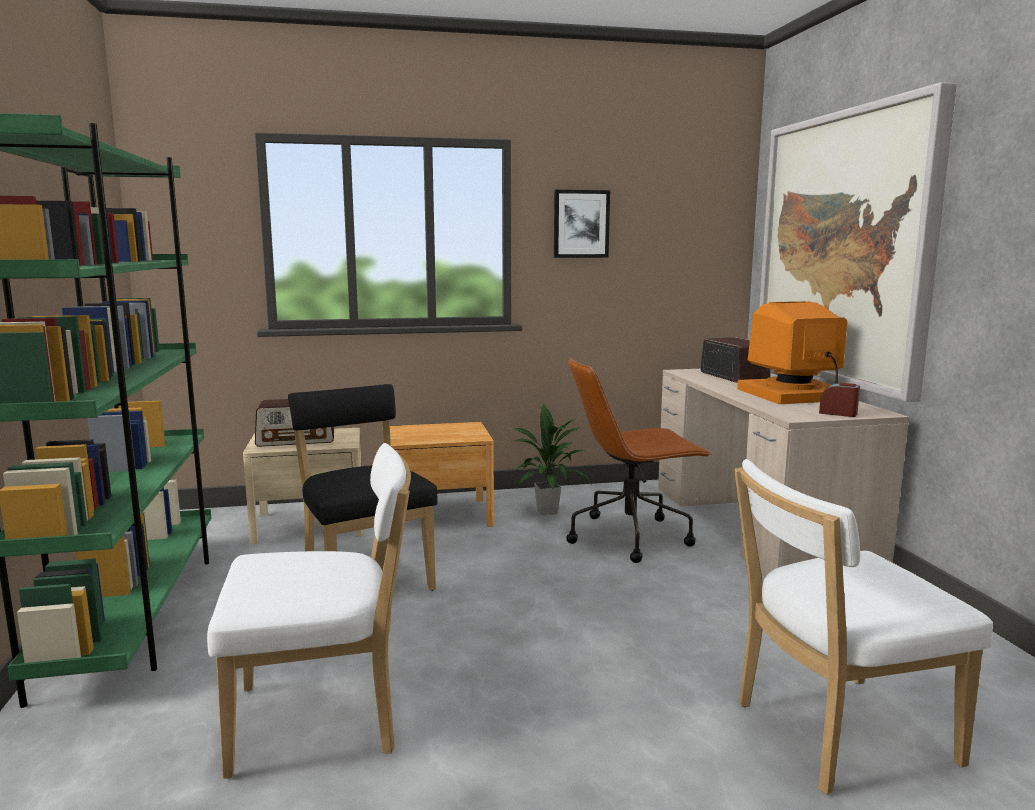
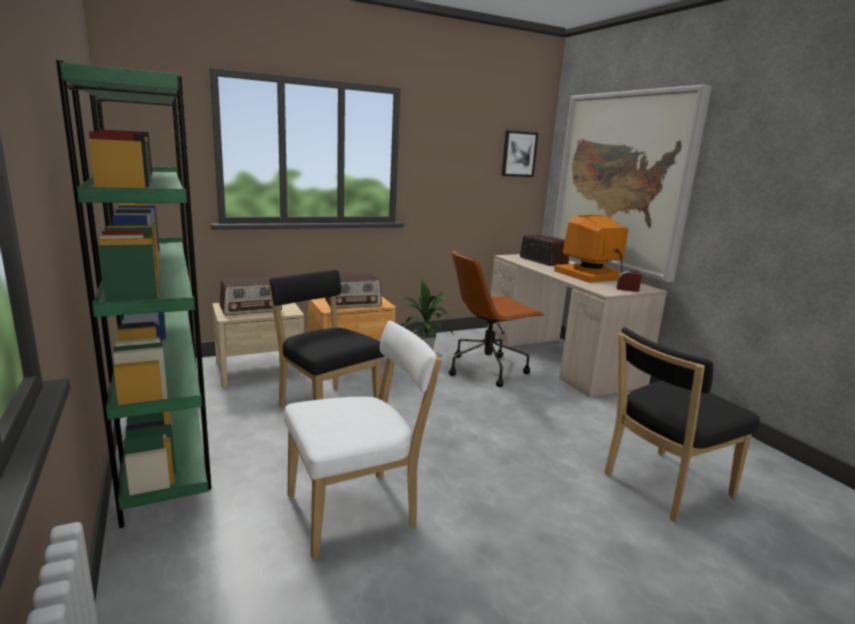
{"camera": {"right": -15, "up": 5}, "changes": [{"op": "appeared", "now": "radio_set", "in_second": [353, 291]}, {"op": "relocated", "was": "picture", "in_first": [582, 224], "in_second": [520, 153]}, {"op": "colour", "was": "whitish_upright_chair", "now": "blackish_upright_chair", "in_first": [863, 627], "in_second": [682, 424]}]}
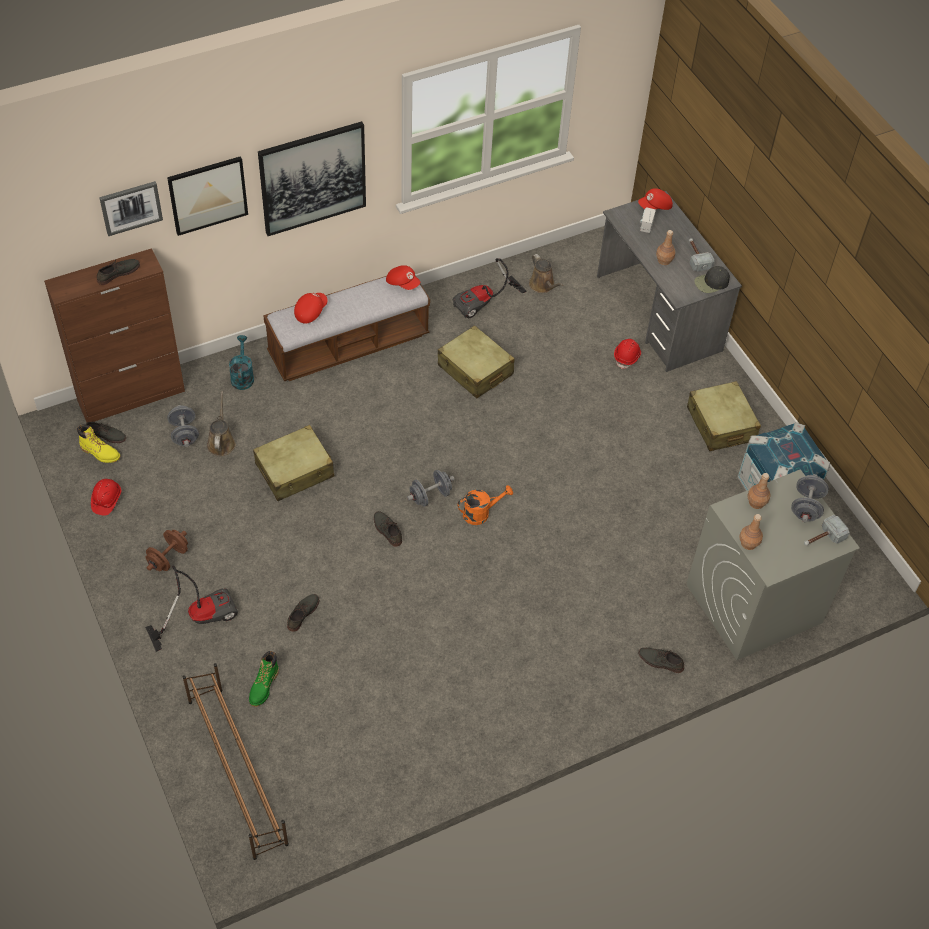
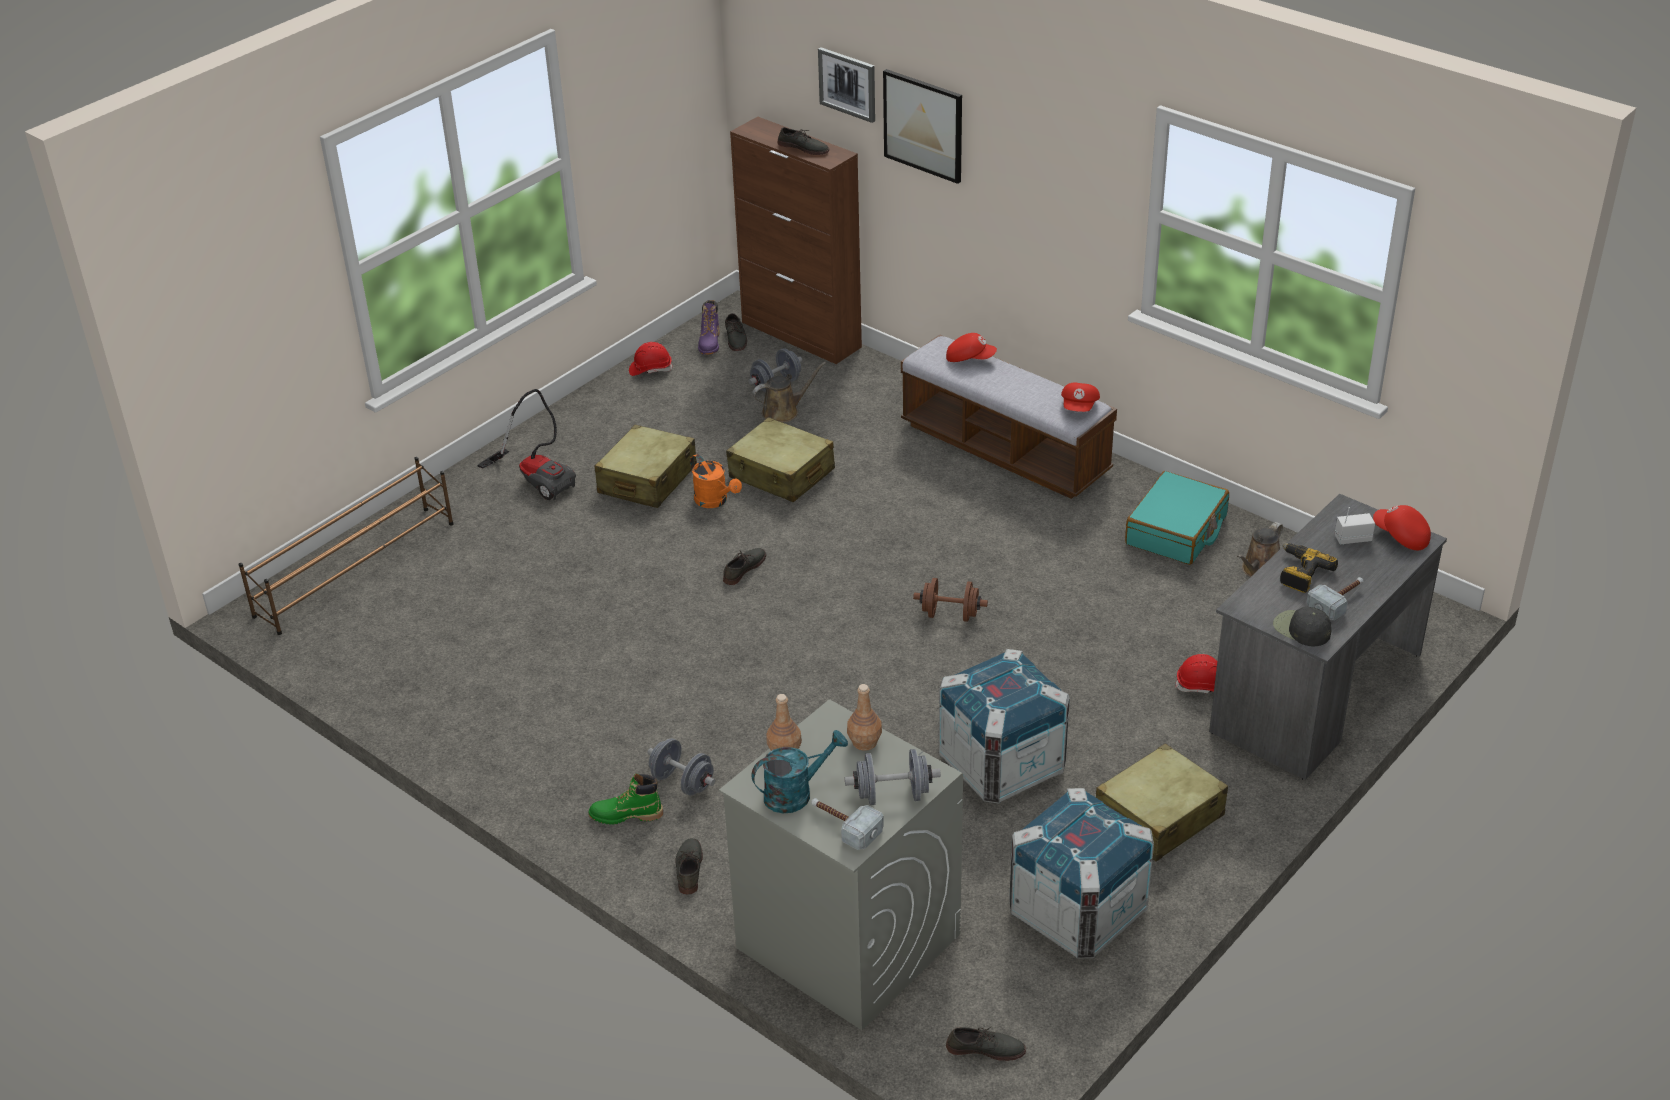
{"camera": {"right": 70, "up": -15}, "changes": [{"op": "relocated", "was": "green-coloured_tall_boot", "in_first": [264, 678], "in_second": [625, 799]}, {"op": "relocated", "was": "beige_travel_case", "in_first": [476, 361], "in_second": [646, 466]}, {"op": "relocated", "was": "greyish_hand_weight", "in_first": [431, 488], "in_second": [681, 766]}, {"op": "relocated", "was": "orangey_watering_can", "in_first": [485, 505], "in_second": [716, 481]}, {"op": "colour", "was": "yellow_tall_boot", "now": "purplish_tall_boot", "in_first": [99, 444], "in_second": [708, 327]}, {"op": "relocated", "was": "turquoise_watering_can", "in_first": [241, 362], "in_second": [800, 771]}, {"op": "relocated", "was": "brownish_hand_weight", "in_first": [167, 550], "in_second": [950, 600]}, {"op": "appeared", "now": "packing_crate", "in_second": [1004, 726]}, {"op": "relocated", "was": "greyish_shoe", "in_first": [303, 613], "in_second": [986, 1043]}, {"op": "exchanged", "was": "hoover", "now": "turquoise_travel_case", "in_first": [490, 288], "in_second": [1177, 518]}, {"op": "exchanged", "was": "brownish_bottle", "now": "drill", "in_first": [666, 247], "in_second": [1309, 568]}, {"op": "missing", "was": "picture", "in_first": [312, 178]}]}
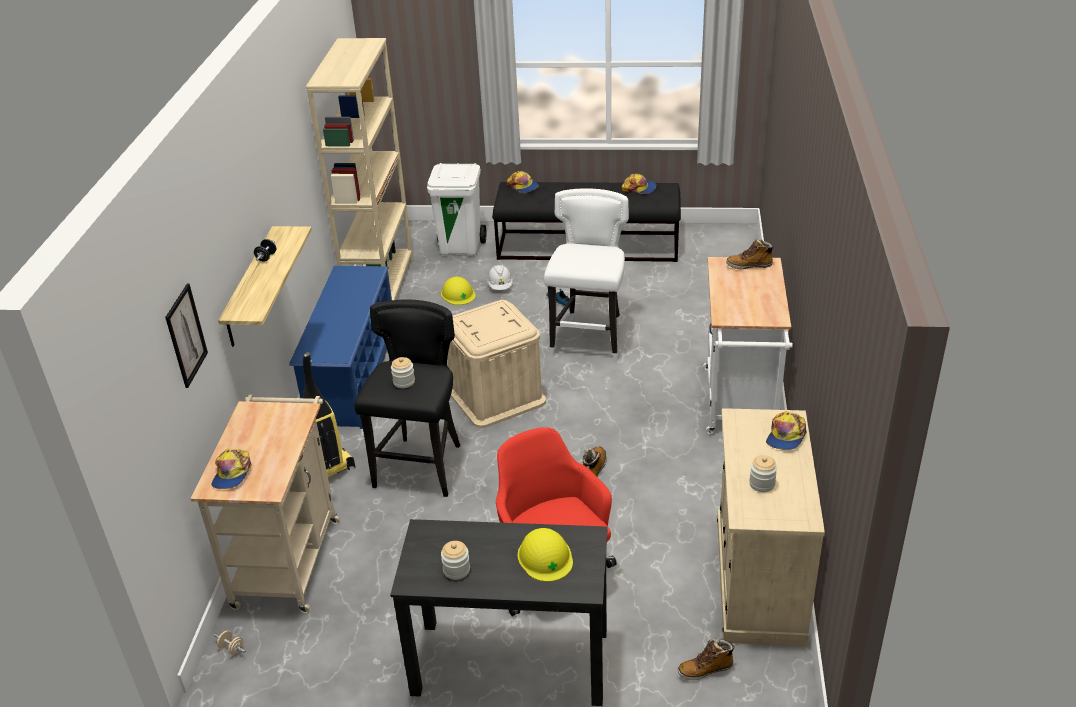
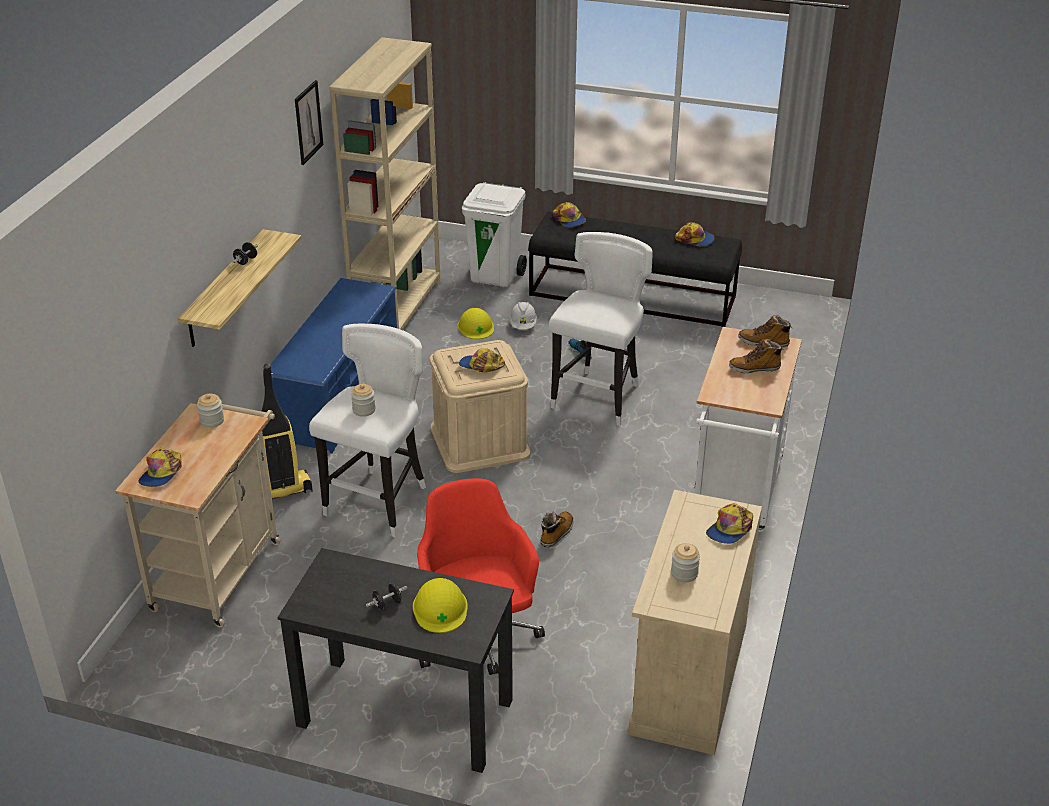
{"camera": {"right": 10, "up": 0}, "changes": [{"op": "relocated", "was": "jar", "in_first": [455, 560], "in_second": [210, 411]}, {"op": "relocated", "was": "picture", "in_first": [186, 335], "in_second": [309, 122]}, {"op": "colour", "was": "blackish_stool", "now": "whitish_stool", "in_first": [407, 398], "in_second": [367, 431]}, {"op": "appeared", "now": "blackish_hand_weight", "in_second": [386, 597]}, {"op": "appeared", "now": "baseball_cap", "in_second": [482, 360]}, {"op": "relocated", "was": "tall_boot", "in_first": [706, 659], "in_second": [756, 356]}, {"op": "missing", "was": "beige_hand_weight", "in_first": [229, 643]}]}
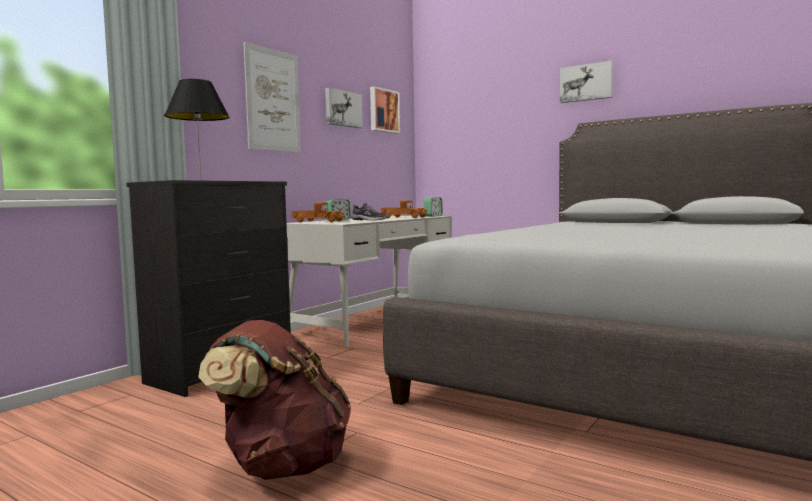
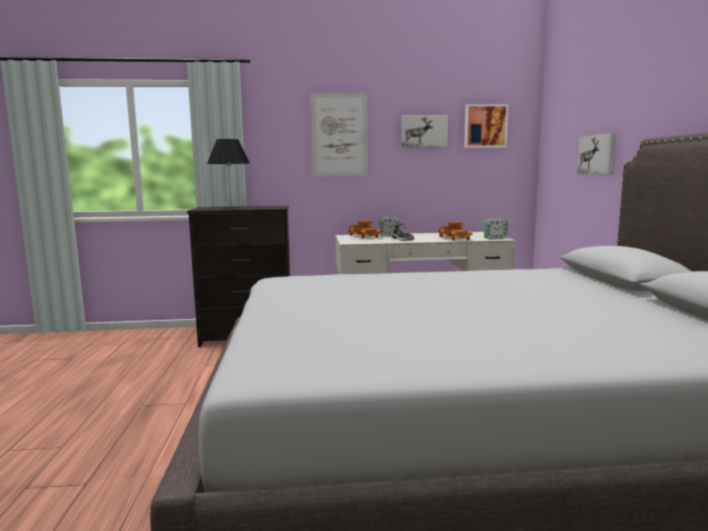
{"camera": {"right": 50, "up": 5}, "changes": [{"op": "relocated", "was": "picture", "in_first": [586, 81], "in_second": [597, 153]}, {"op": "missing", "was": "brownish_backpack", "in_first": [274, 400]}]}
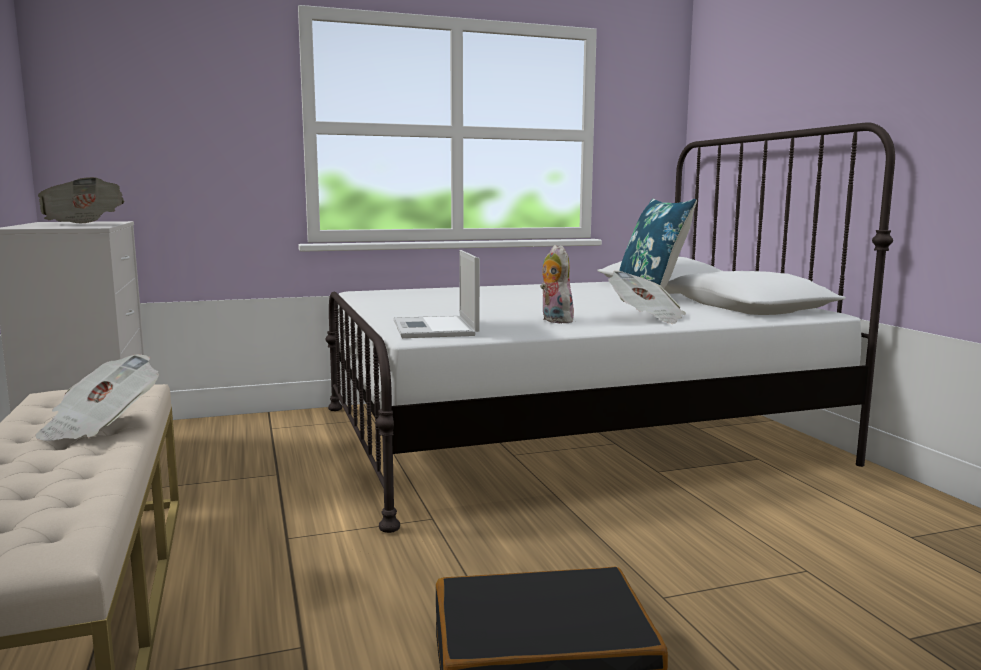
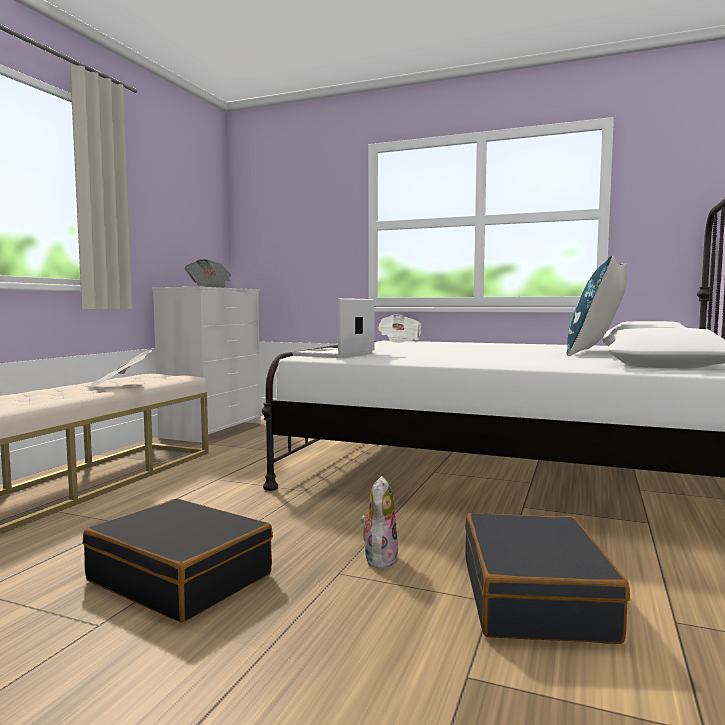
{"camera": {"right": 40, "up": -5}, "changes": [{"op": "relocated", "was": "plush_toy", "in_first": [557, 284], "in_second": [379, 522]}, {"op": "relocated", "was": "printed_paper", "in_first": [647, 297], "in_second": [399, 328]}, {"op": "appeared", "now": "blackish_travel_case", "in_second": [547, 578]}]}
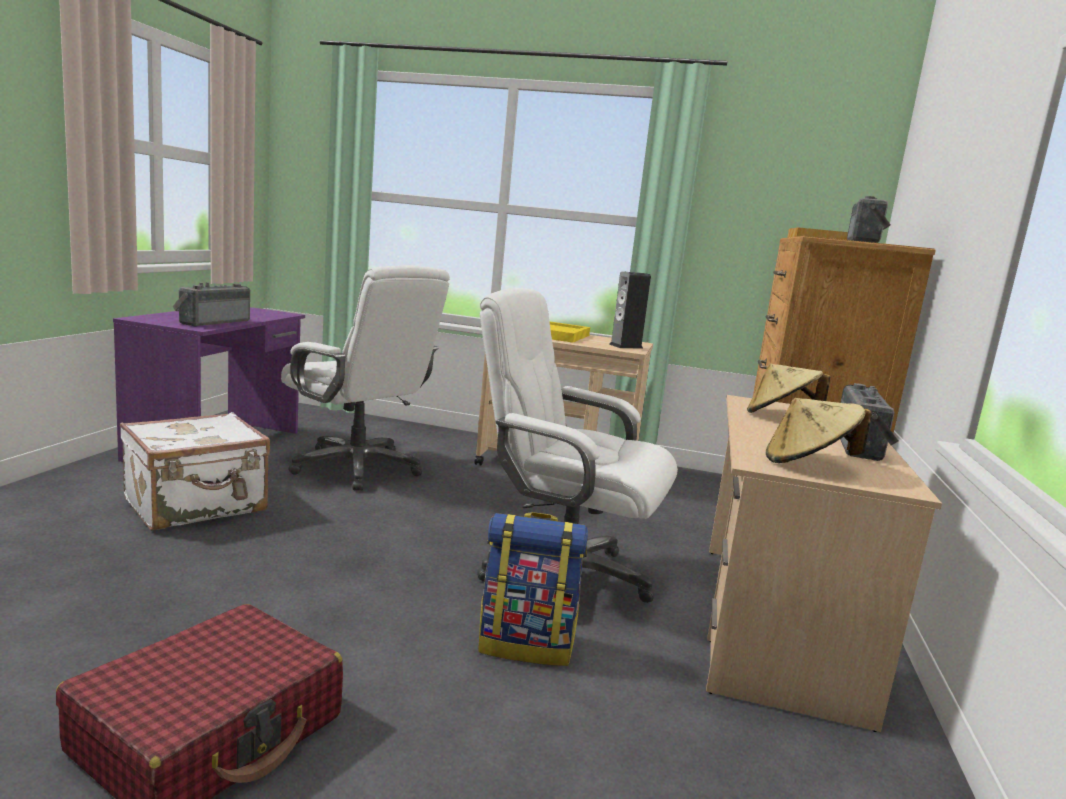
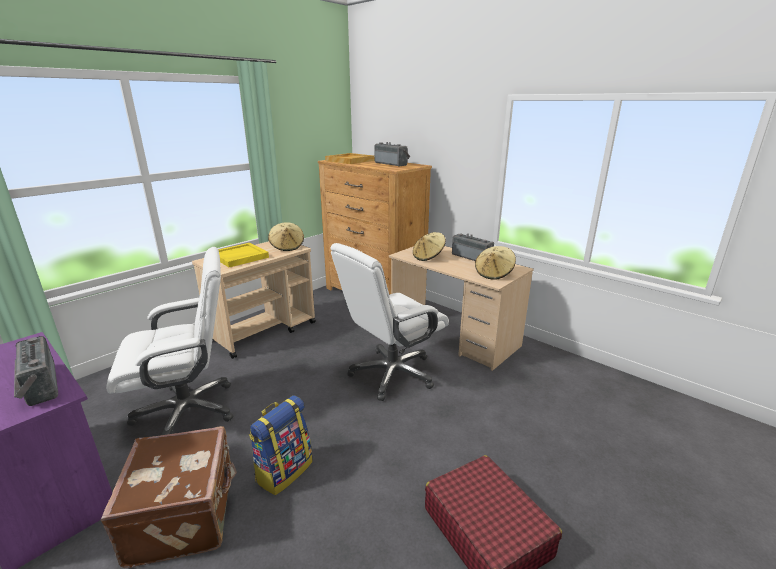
{"camera": {"right": -60, "up": 10}, "changes": [{"op": "colour", "was": "whitish_travel_case", "now": "brownish_travel_case", "in_first": [195, 471], "in_second": [169, 497]}, {"op": "relocated", "was": "backpack", "in_first": [533, 589], "in_second": [281, 445]}, {"op": "exchanged", "was": "speaker", "now": "beige_clothing_hat", "in_first": [630, 310], "in_second": [286, 236]}]}
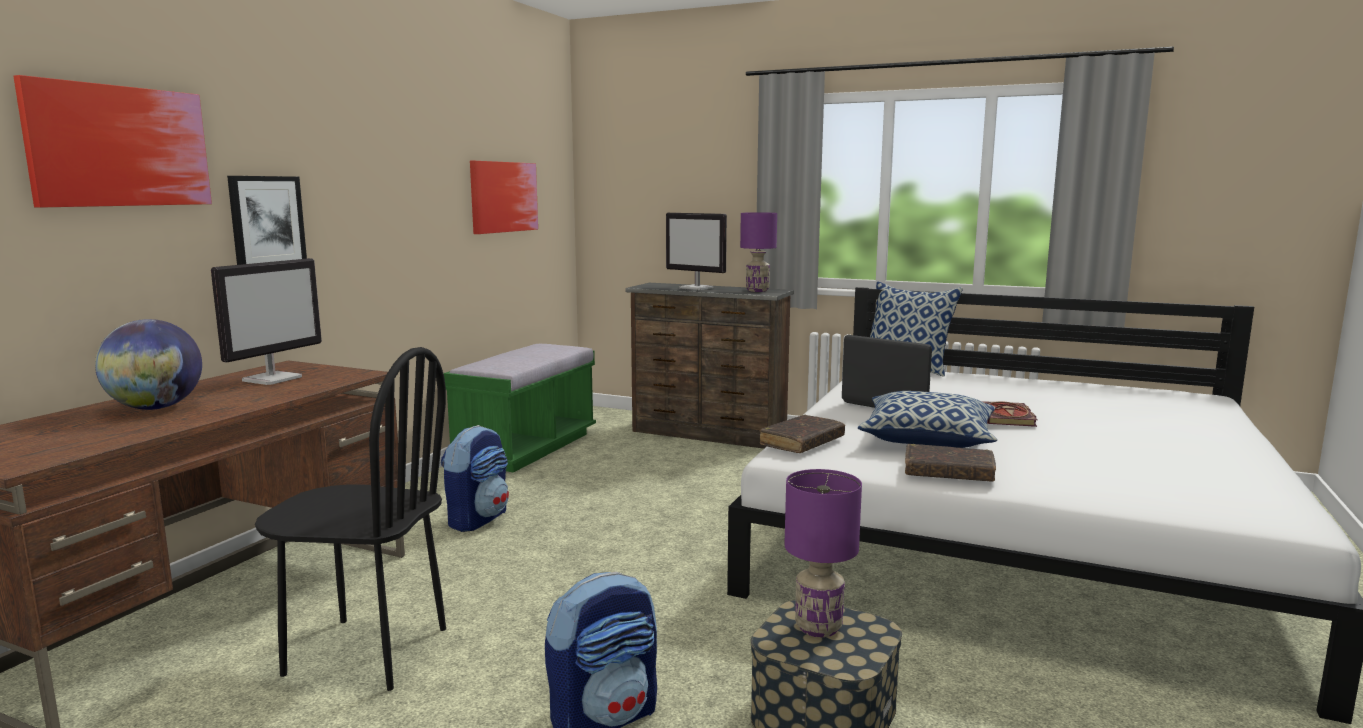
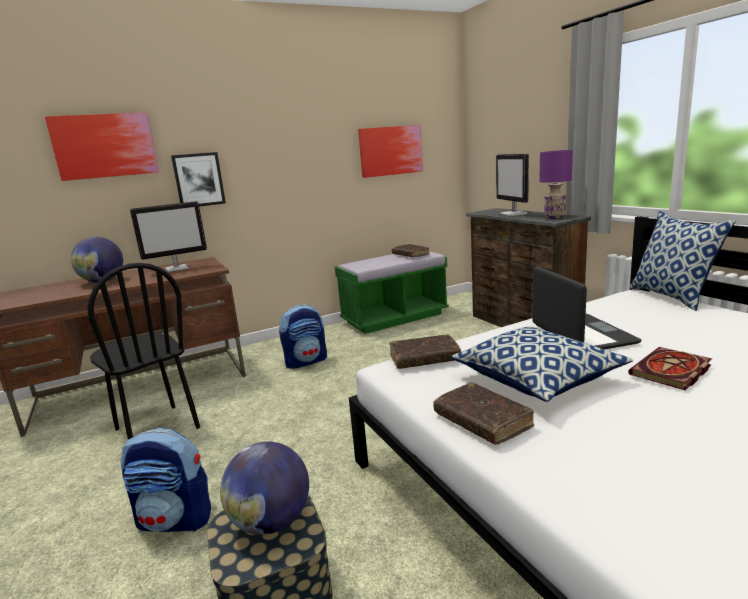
{"camera": {"right": 40, "up": 5}, "changes": [{"op": "exchanged", "was": "purplish_tabletop_lamp", "now": "world_globe", "in_first": [823, 553], "in_second": [264, 488]}, {"op": "appeared", "now": "brownish_bound_book", "in_second": [411, 250]}]}
